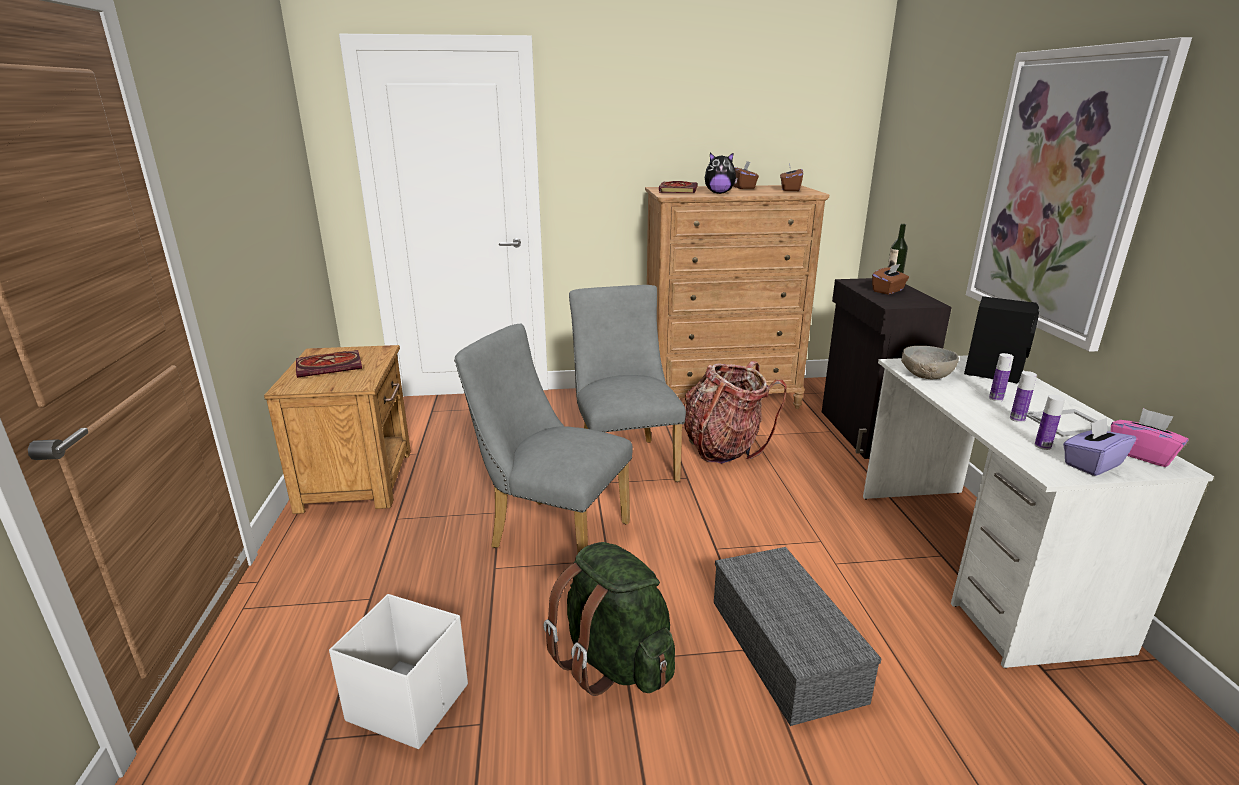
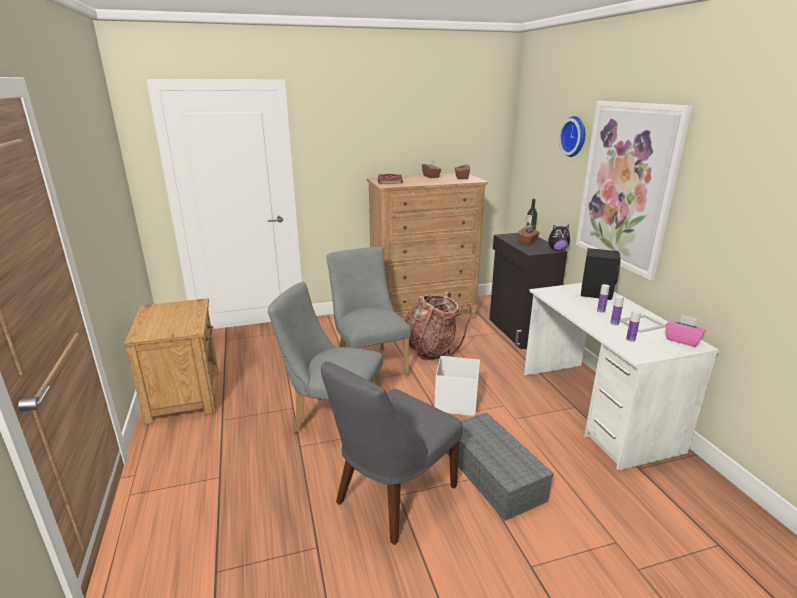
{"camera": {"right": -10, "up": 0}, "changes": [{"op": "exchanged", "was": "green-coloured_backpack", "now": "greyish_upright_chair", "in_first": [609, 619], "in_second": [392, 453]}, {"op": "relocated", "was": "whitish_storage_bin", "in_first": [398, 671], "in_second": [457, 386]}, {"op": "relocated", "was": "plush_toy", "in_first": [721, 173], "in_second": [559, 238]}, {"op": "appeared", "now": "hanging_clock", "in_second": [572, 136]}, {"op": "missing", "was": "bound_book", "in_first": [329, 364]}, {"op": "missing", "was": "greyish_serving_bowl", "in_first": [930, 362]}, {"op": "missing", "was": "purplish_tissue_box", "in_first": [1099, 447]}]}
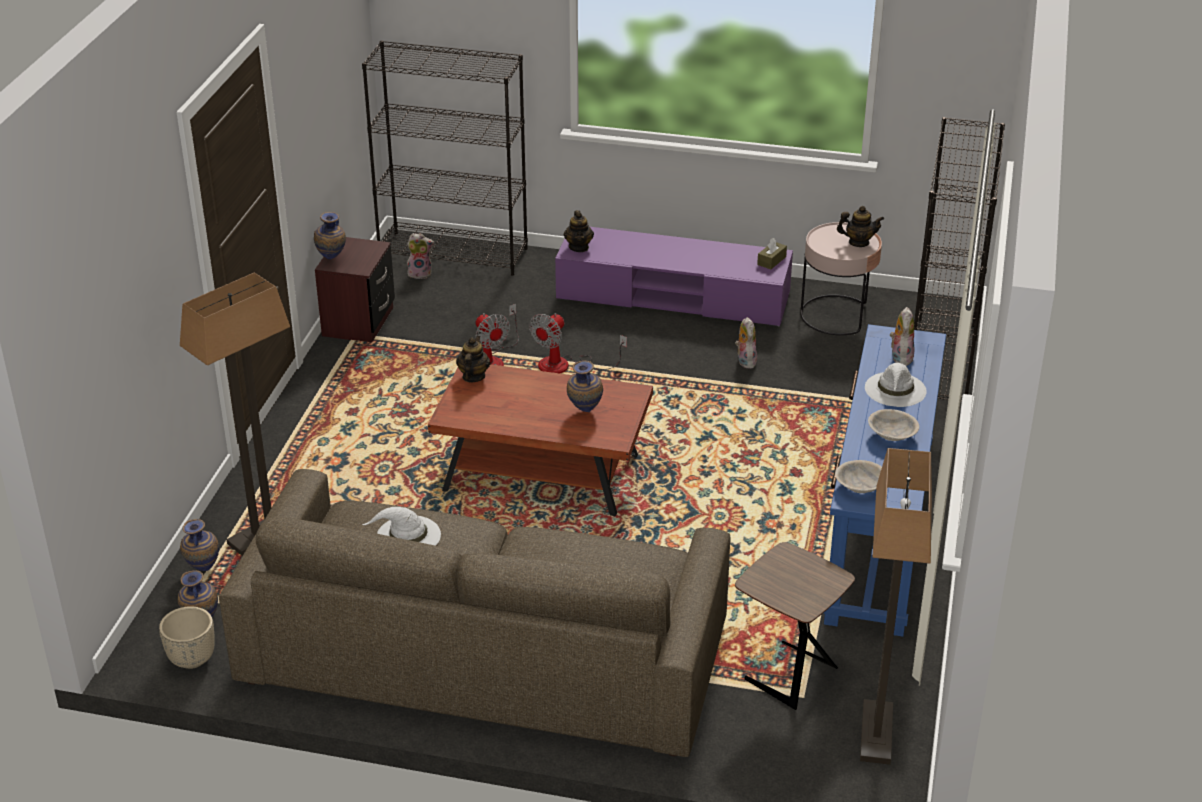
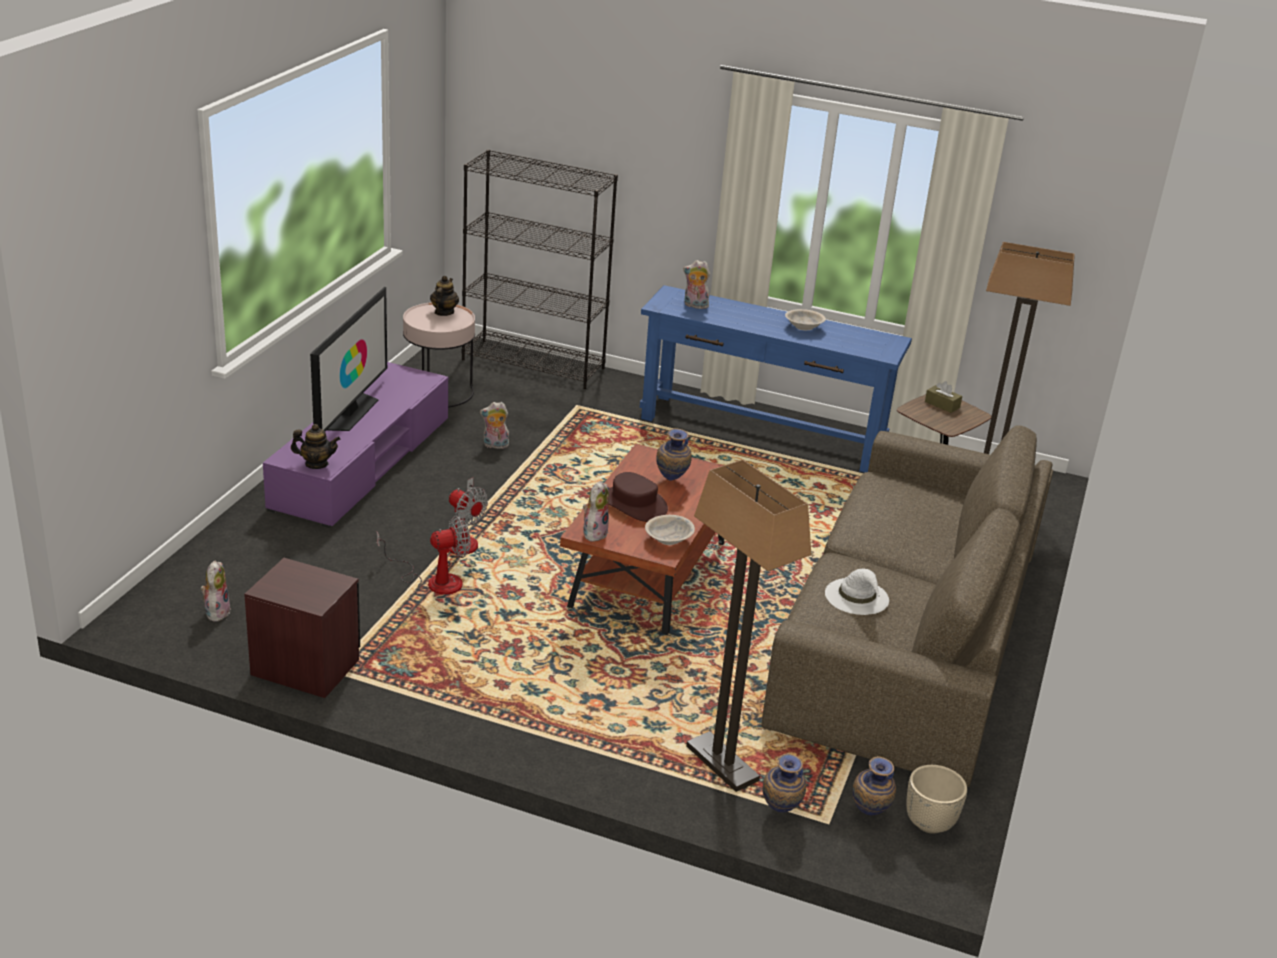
{"camera": {"right": -85, "up": -5}, "changes": [{"op": "appeared", "now": "television", "in_second": [348, 359]}, {"op": "exchanged", "was": "tea_pot", "now": "plush_toy", "in_first": [473, 359], "in_second": [596, 511]}, {"op": "appeared", "now": "brownish_clothing_hat", "in_second": [638, 497]}, {"op": "relocated", "was": "beige_serving_bowl", "in_first": [858, 476], "in_second": [670, 530]}, {"op": "relocated", "was": "brownish_tissue_box", "in_first": [772, 253], "in_second": [943, 397]}, {"op": "missing", "was": "vase", "in_first": [330, 236]}, {"op": "missing", "was": "blackish_bookshelf", "in_first": [445, 158]}, {"op": "missing", "was": "whitish_clothing_hat", "in_first": [896, 385]}]}
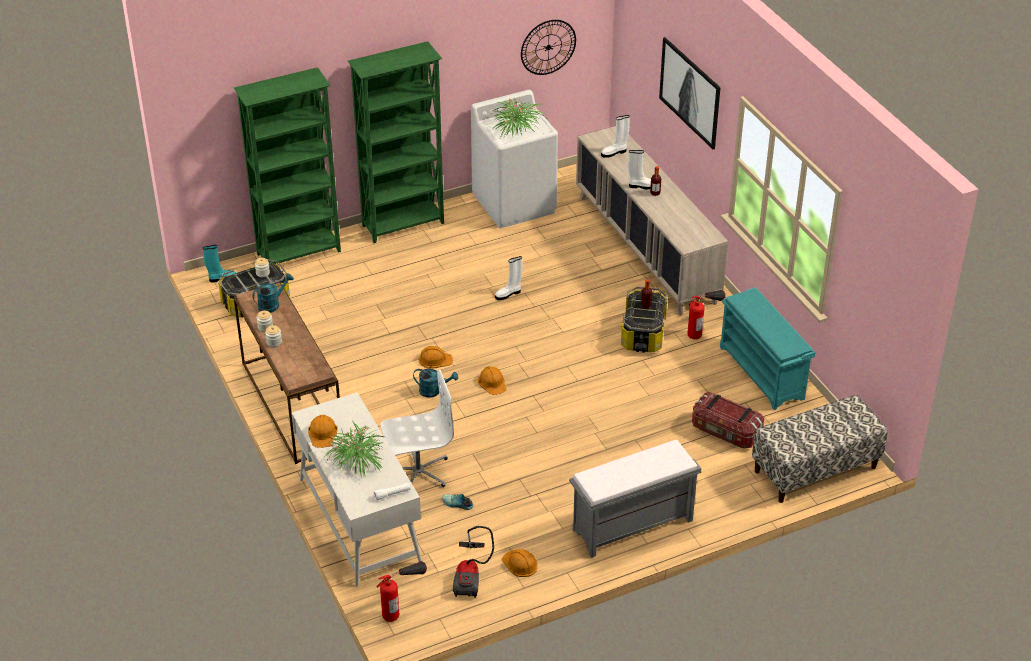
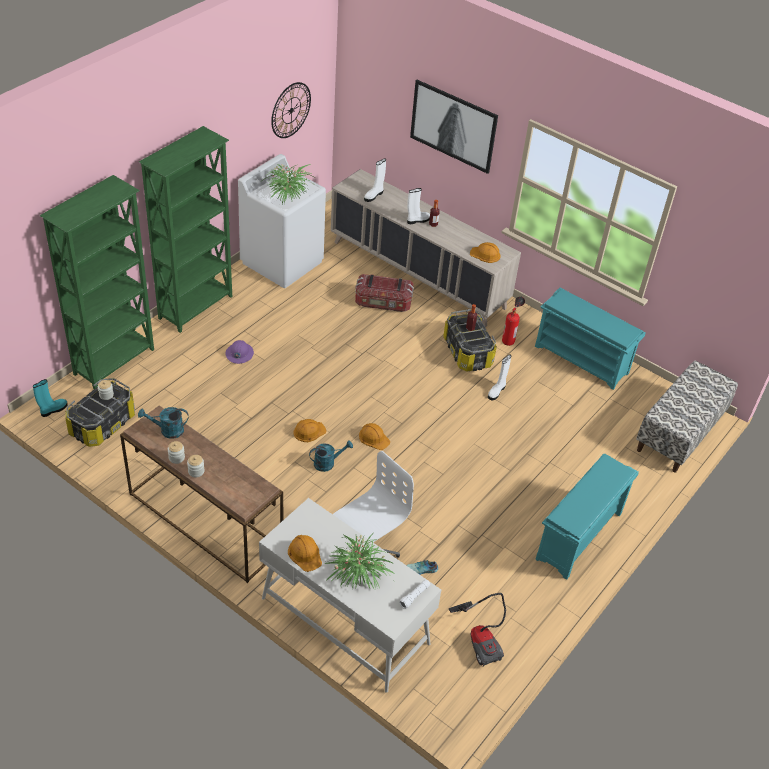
{"camera": {"right": -30, "up": 5}, "changes": [{"op": "spun", "was": "turquoise_watering_can", "in_first": [273, 293], "in_second": [163, 423], "clockwise": -120}, {"op": "appeared", "now": "purplish_work_helmet", "in_second": [239, 352]}, {"op": "relocated", "was": "storage_bin", "in_first": [728, 420], "in_second": [384, 293]}, {"op": "relocated", "was": "orangey_work_helmet", "in_first": [519, 563], "in_second": [485, 252]}, {"op": "relocated", "was": "whitish_tall_boot", "in_first": [509, 278], "in_second": [499, 377]}, {"op": "exchanged", "was": "greyish_bench", "now": "turquoise_shoe_stand", "in_first": [635, 498], "in_second": [587, 517]}, {"op": "missing", "was": "fire-fighting_cylinder", "in_first": [401, 591]}]}
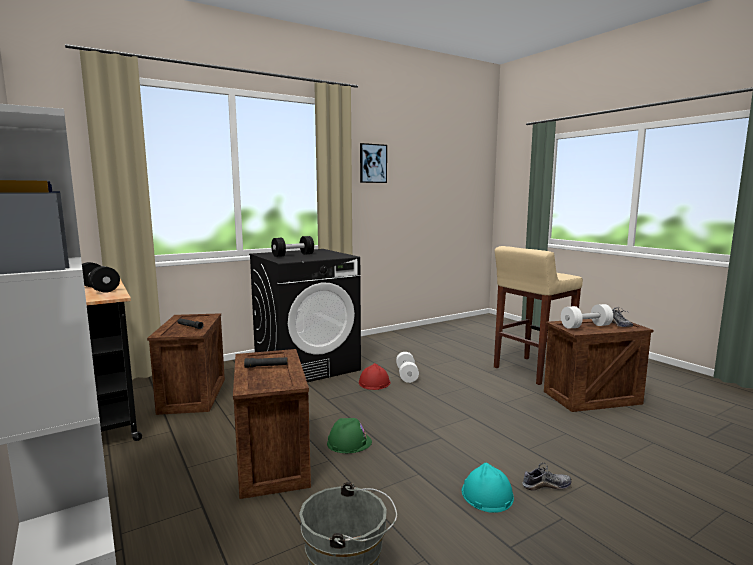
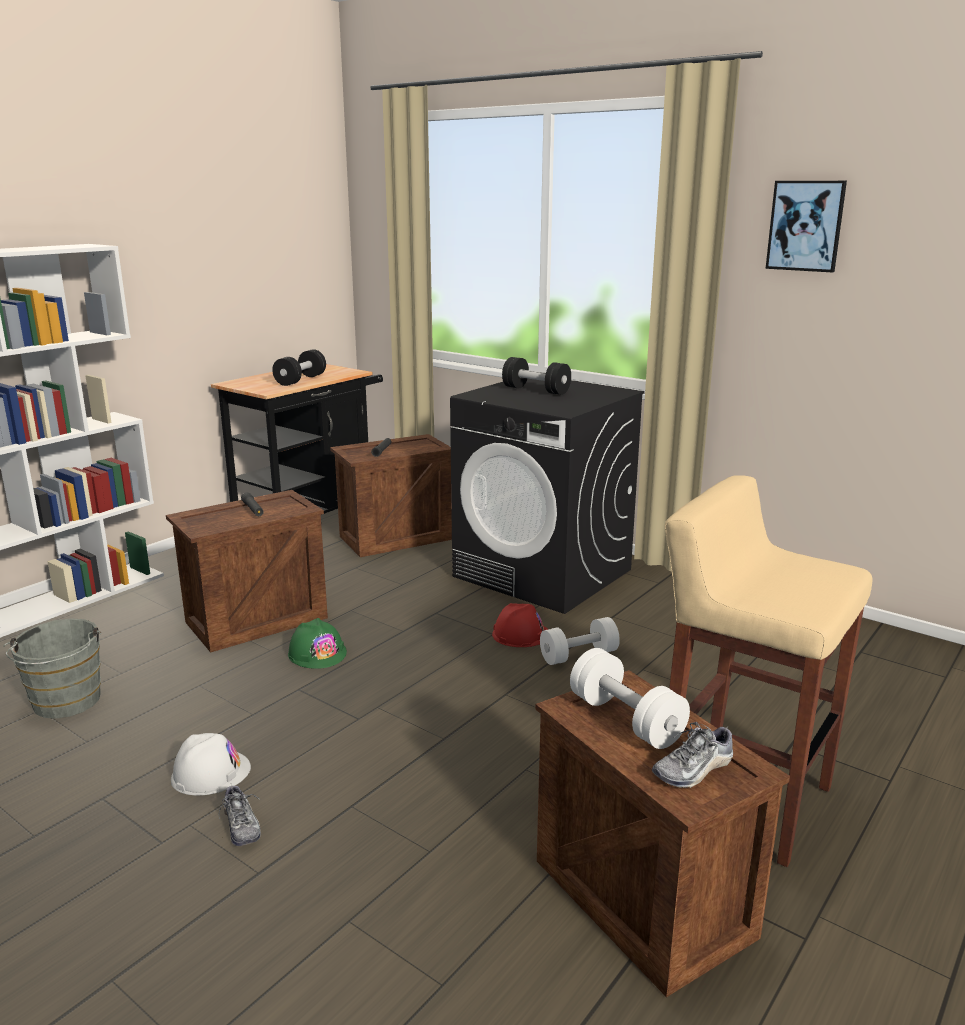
{"camera": {"right": 70, "up": 10}, "changes": [{"op": "colour", "was": "turquoise_work_helmet", "now": "whitish_work_helmet", "in_first": [488, 488], "in_second": [211, 764]}]}
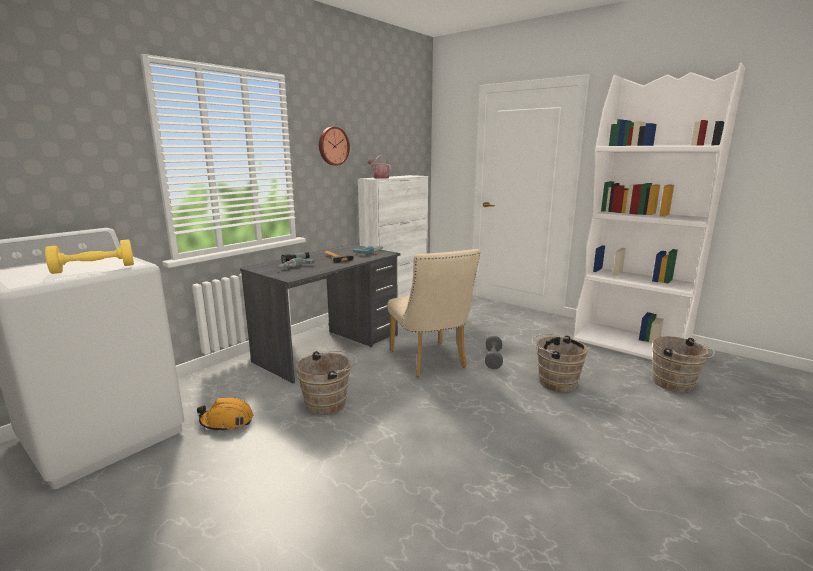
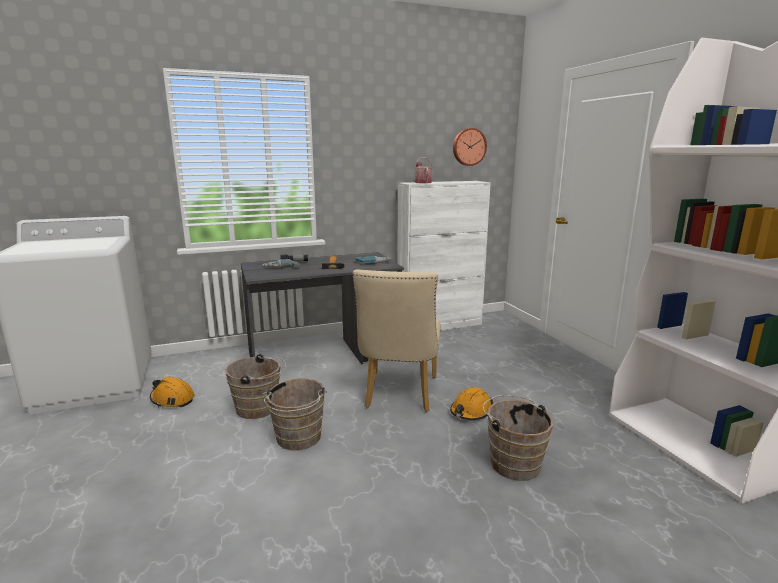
{"camera": {"right": 30, "up": 0}, "changes": [{"op": "relocated", "was": "brownish_water_bucket", "in_first": [683, 364], "in_second": [294, 414]}, {"op": "exchanged", "was": "greyish_hand_weight", "now": "orangey_work_helmet", "in_first": [494, 352], "in_second": [471, 403]}, {"op": "relocated", "was": "hanging_clock", "in_first": [334, 146], "in_second": [470, 147]}, {"op": "missing", "was": "yellow_hand_weight", "in_first": [89, 257]}]}
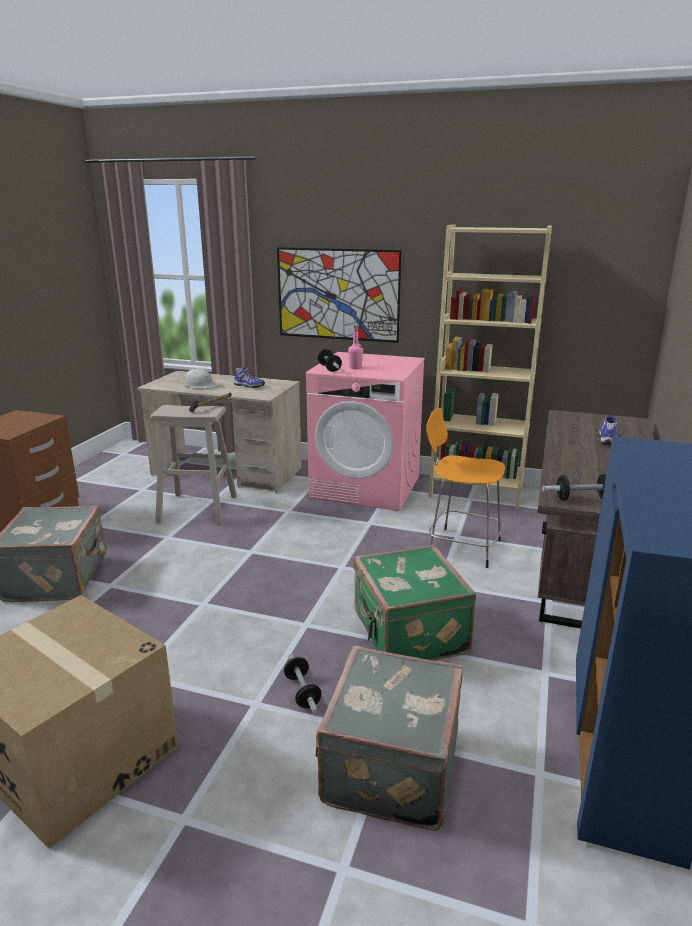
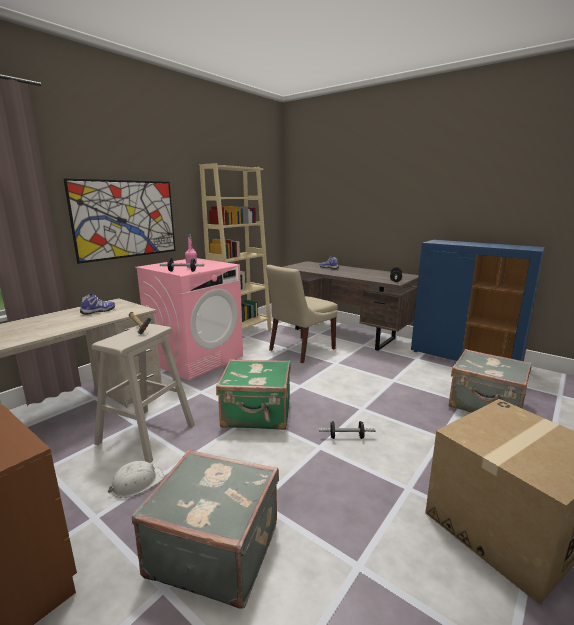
{"camera": {"right": -70, "up": -5}, "changes": [{"op": "relocated", "was": "whitish_work_helmet", "in_first": [201, 378], "in_second": [135, 479]}, {"op": "relocated", "was": "green-coloured_travel_case", "in_first": [415, 603], "in_second": [253, 394]}, {"op": "exchanged", "was": "orangey_stool", "now": "beige_upright_chair", "in_first": [465, 488], "in_second": [302, 314]}, {"op": "relocated", "was": "hand_weight", "in_first": [303, 684], "in_second": [347, 430]}]}
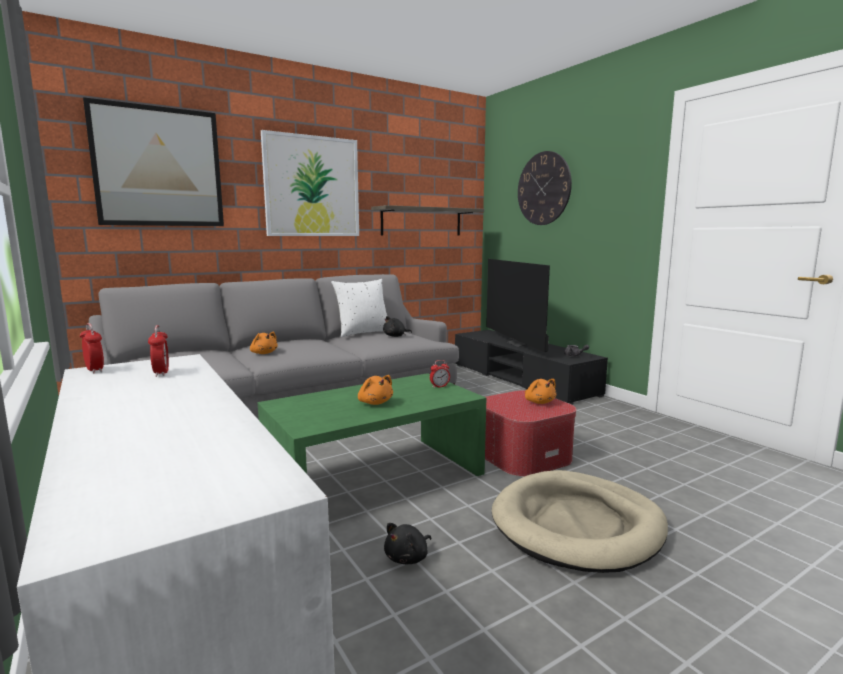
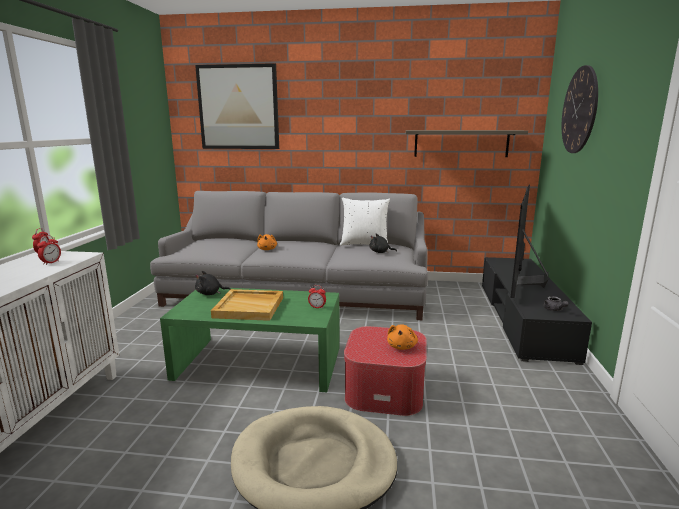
{"camera": {"right": 40, "up": 5}, "changes": [{"op": "relocated", "was": "blackish_plush_toy", "in_first": [407, 543], "in_second": [212, 283]}, {"op": "exchanged", "was": "orangey_plush_toy", "now": "beige_carrying_tray", "in_first": [375, 390], "in_second": [247, 305]}, {"op": "missing", "was": "picture", "in_first": [310, 183]}]}
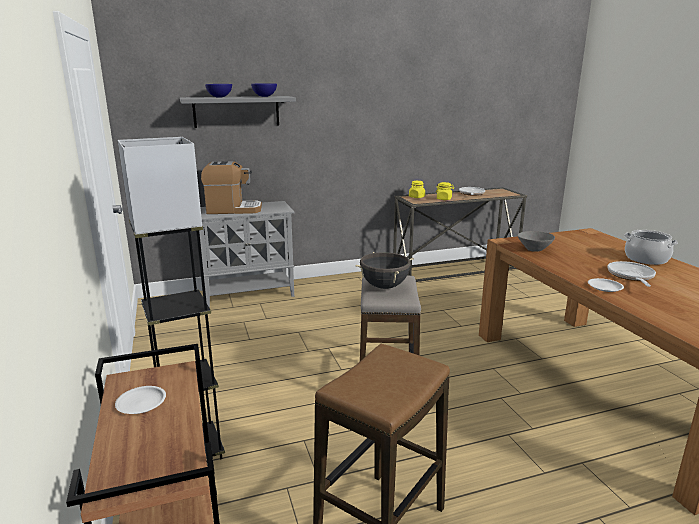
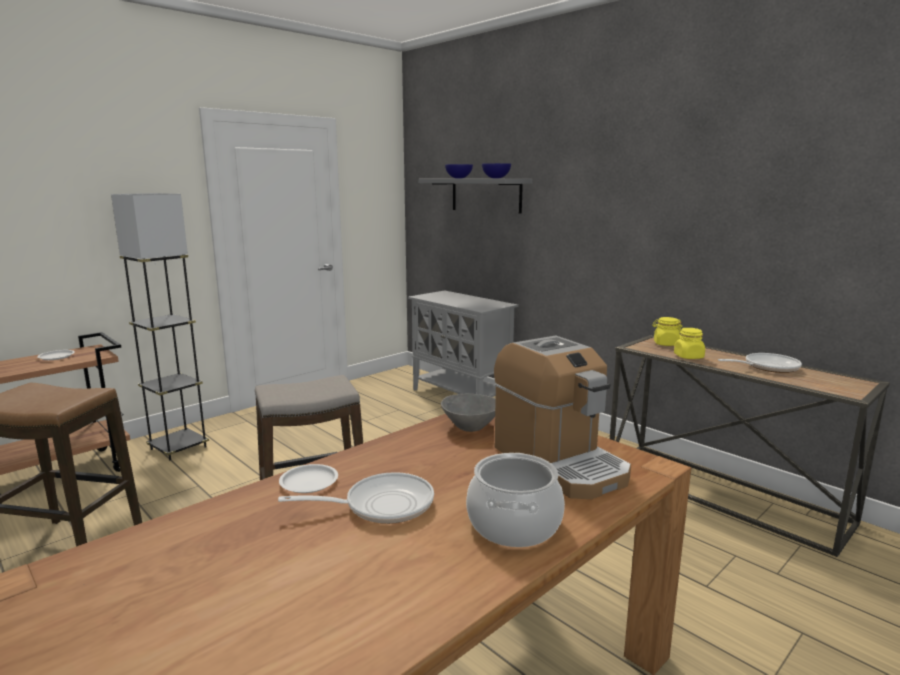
{"camera": {"right": 65, "up": -5}, "changes": [{"op": "relocated", "was": "coffee_maker", "in_first": [231, 187], "in_second": [562, 417]}, {"op": "missing", "was": "blackish_saucepot", "in_first": [384, 270]}]}
